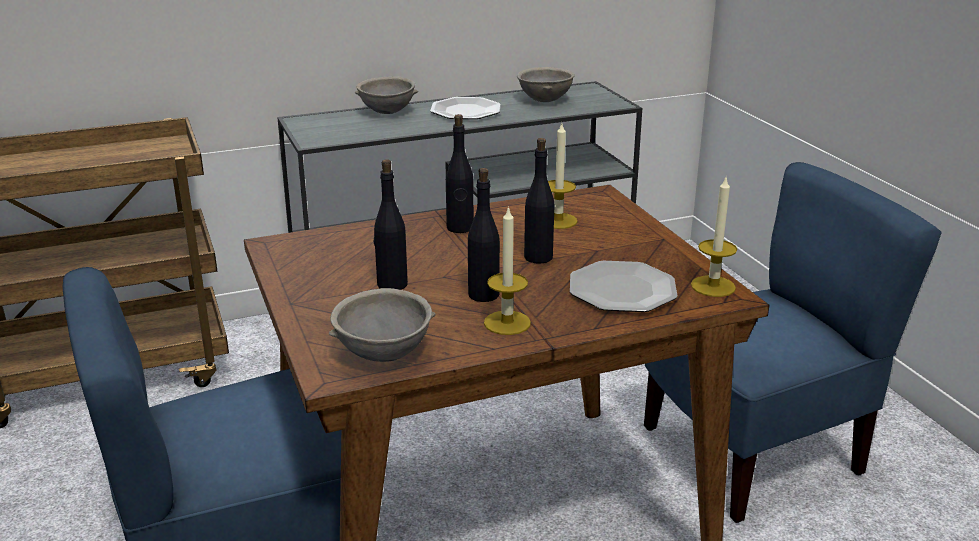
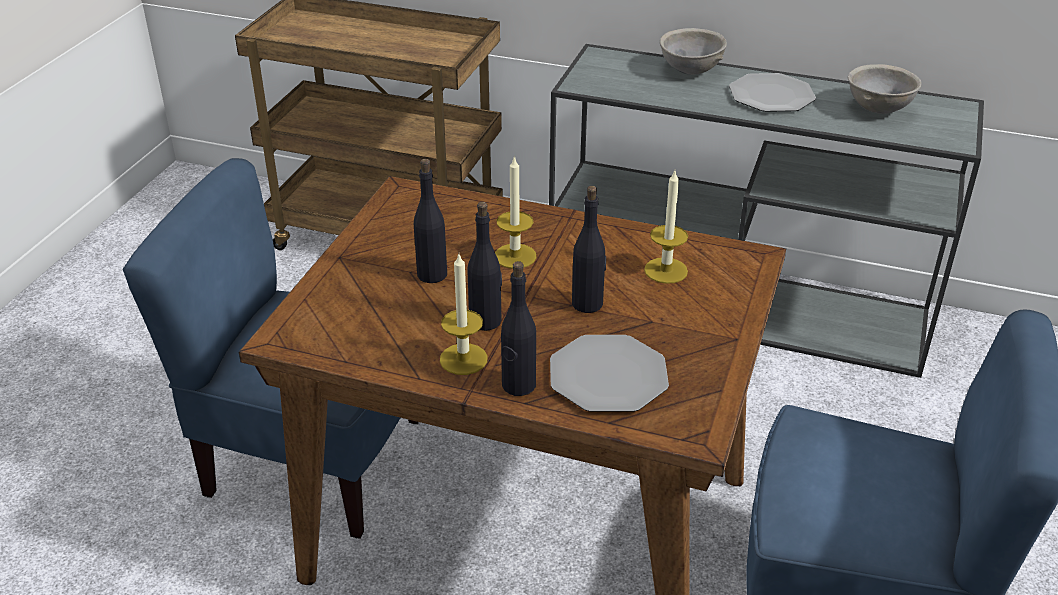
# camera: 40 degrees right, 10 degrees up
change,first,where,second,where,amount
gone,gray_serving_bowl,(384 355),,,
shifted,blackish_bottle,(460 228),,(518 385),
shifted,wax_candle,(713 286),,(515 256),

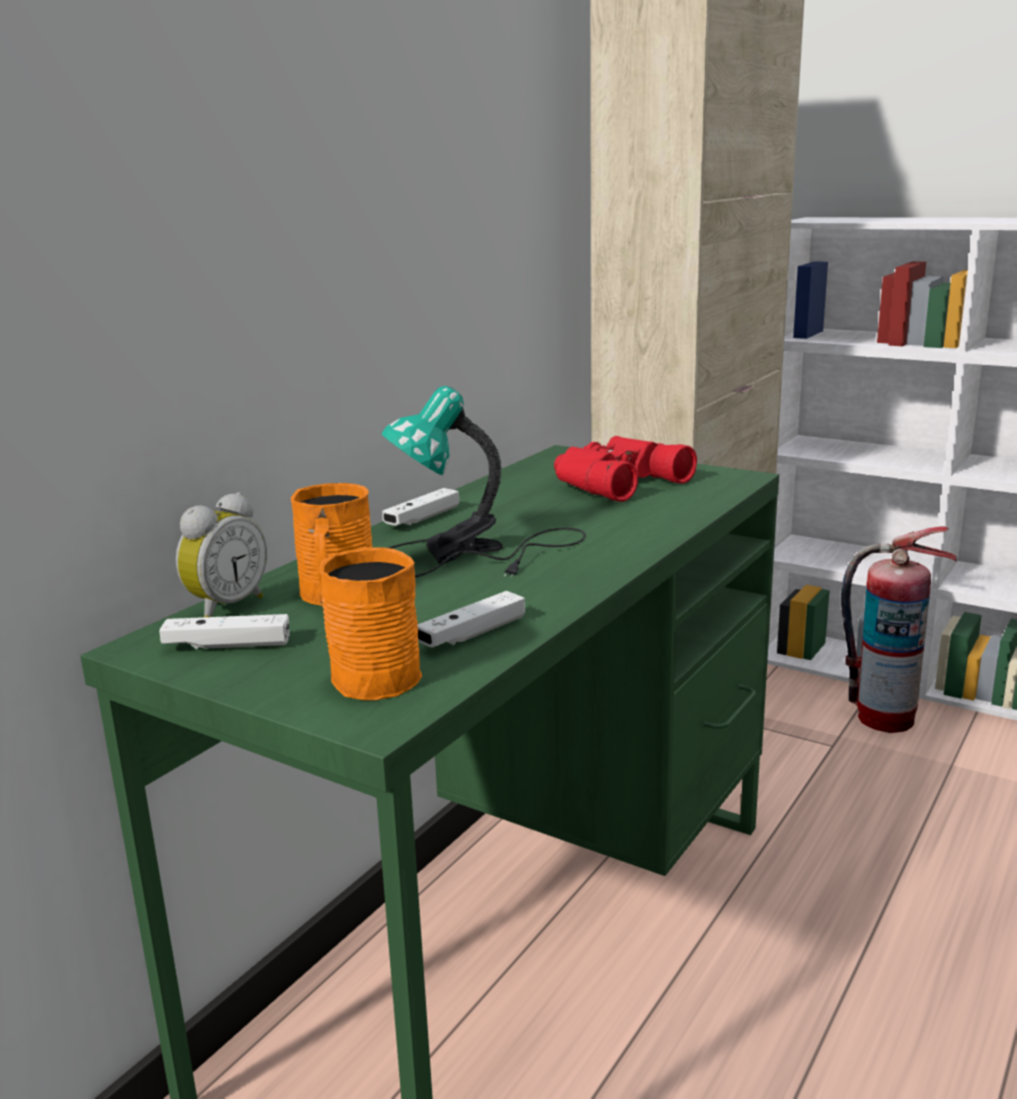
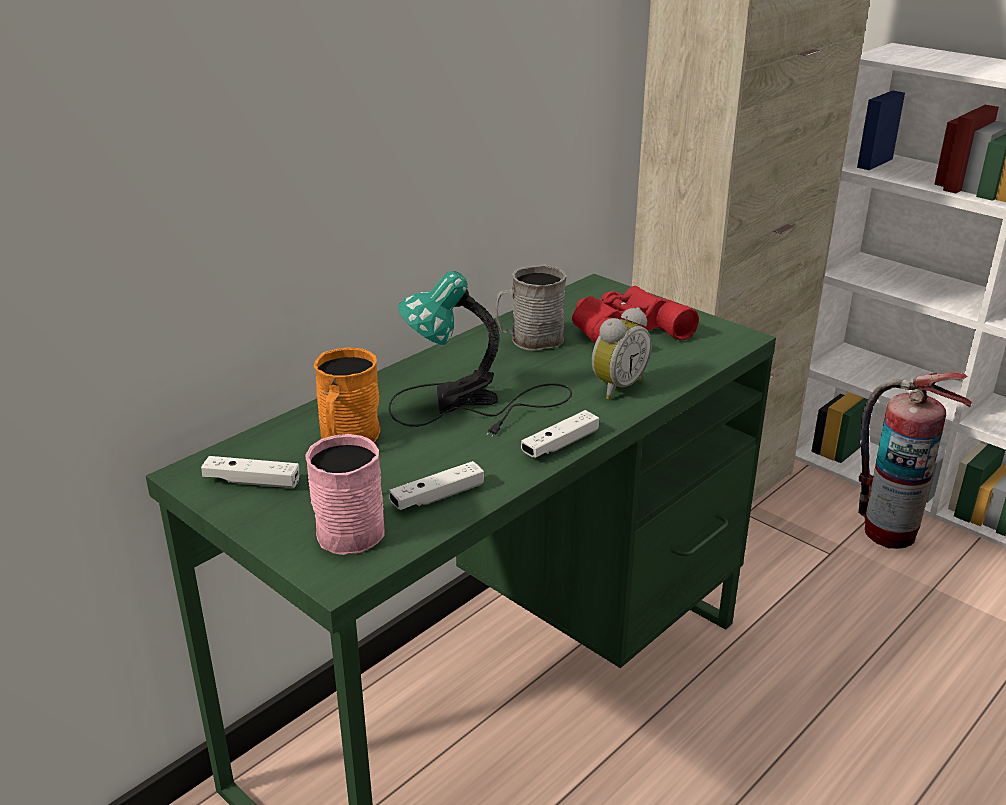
# camera: 10 degrees right, 10 degrees up
change,first,where,second,where,amount
new,,,gray_tea_mug,(529 340),
shifted,alarm_clock,(225 607),,(616 387),
shifted,whitish_game_controller,(422 518),,(560 444),
repainted,orange_tea_mug,(372 672),pink-coloured_tea_mug,(349 526),

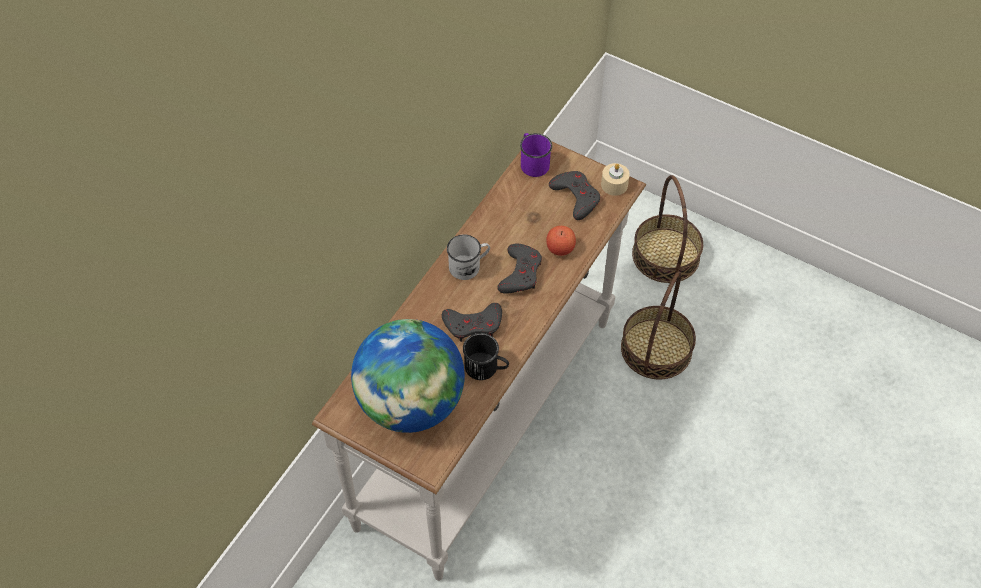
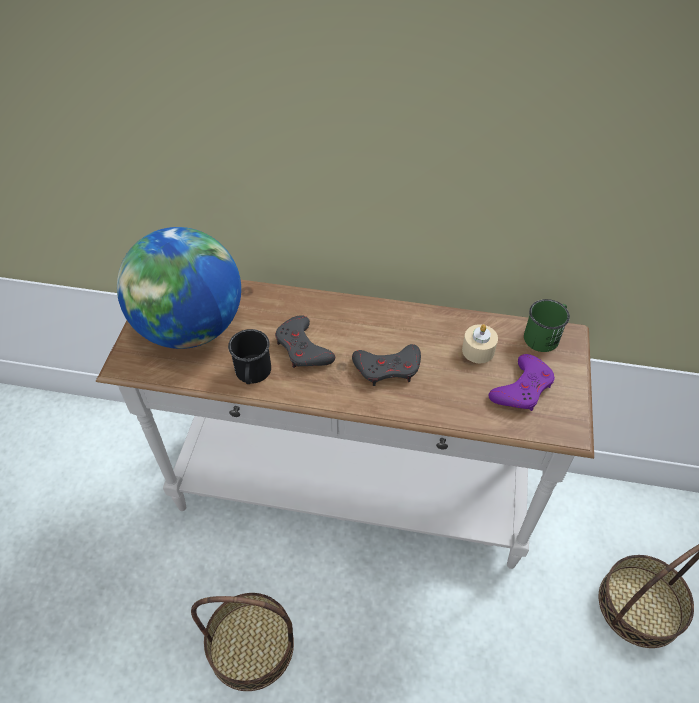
# camera: 70 degrees right, 5 degrees down
change,first,where,second,where,amount
gone,whitish_tea_mug,(469 266),,,
gone,whole_apple,(560 248),,,
shifted,sand-coloured_wax_candle,(614 185),,(478 350),
shifted,basket,(656 348),,(251 645),
repainted,purple_tea_mug,(533 162),green_tea_mug,(544 335),
repainted,gray_game_controller,(575 197),purple_game_controller,(522 388),

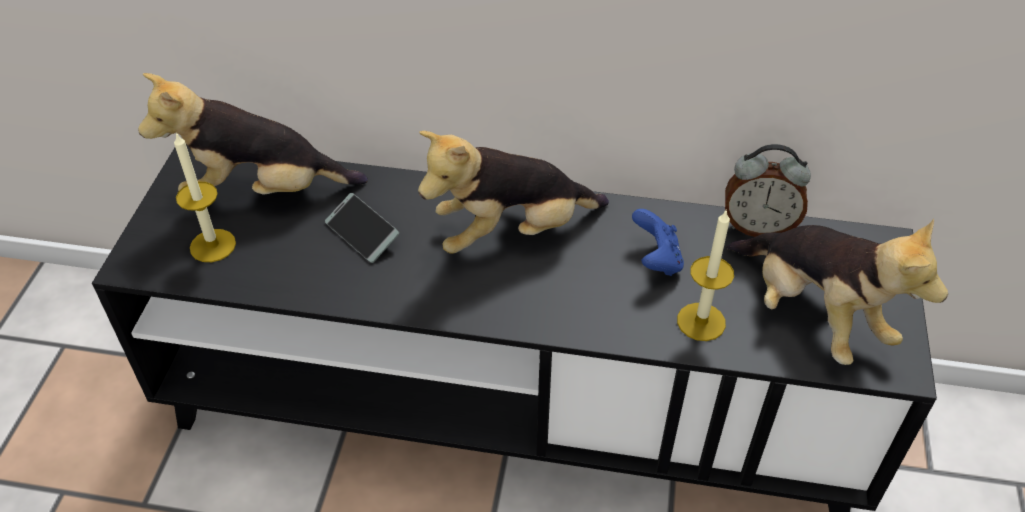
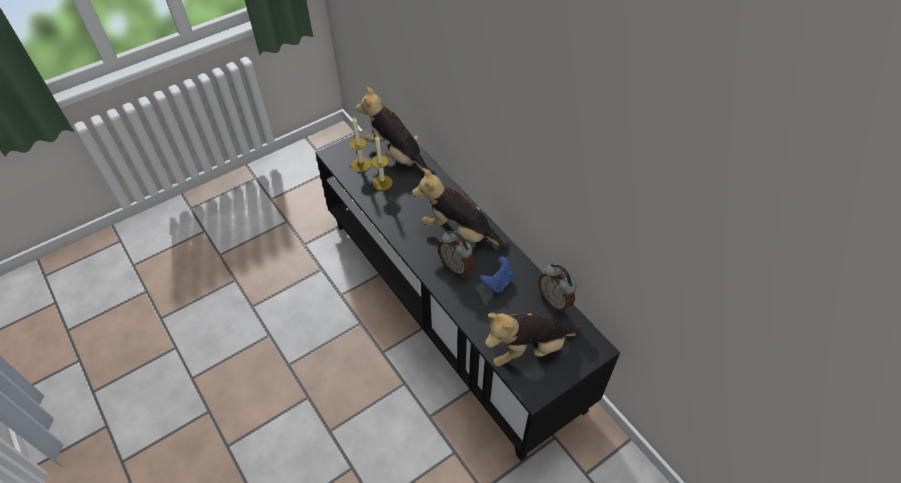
# camera: 45 degrees right, 5 degrees up
change,first,where,second,where,amount
gone,telephone,(362 233),,,
new,,,alarm_clock,(456 267),
shifted,wax_candle,(701 321),,(382 183),
rotated,cuddly_toy,(812 315),,(528 348),60 degrees clockwise

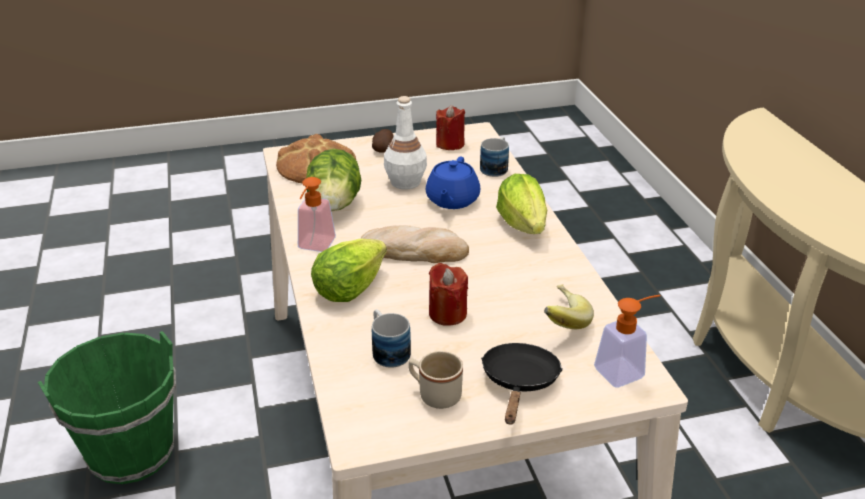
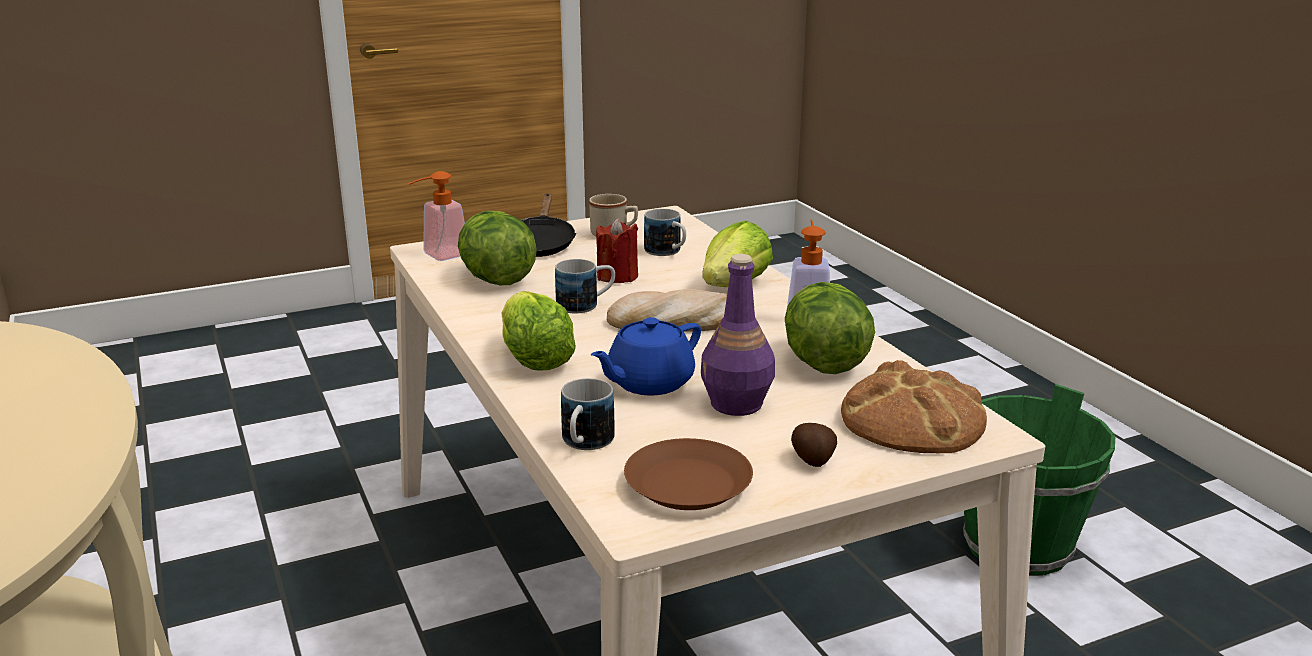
# camera: 170 degrees right, 10 degrees down
change,first,where,second,where,amount
new,,,tea_mug,(586 304),
swapped,red_wax_candle,(450 144),brown-coloured_plate,(687 485),
swapped,banana,(560 321),head_of_lettuce,(496 279),
repainted,whitish_bottle,(405 182),purple_bottle,(737 404),
rotated,blue_tea_pot,(452 200),,(648 383),135 degrees counterclockwise

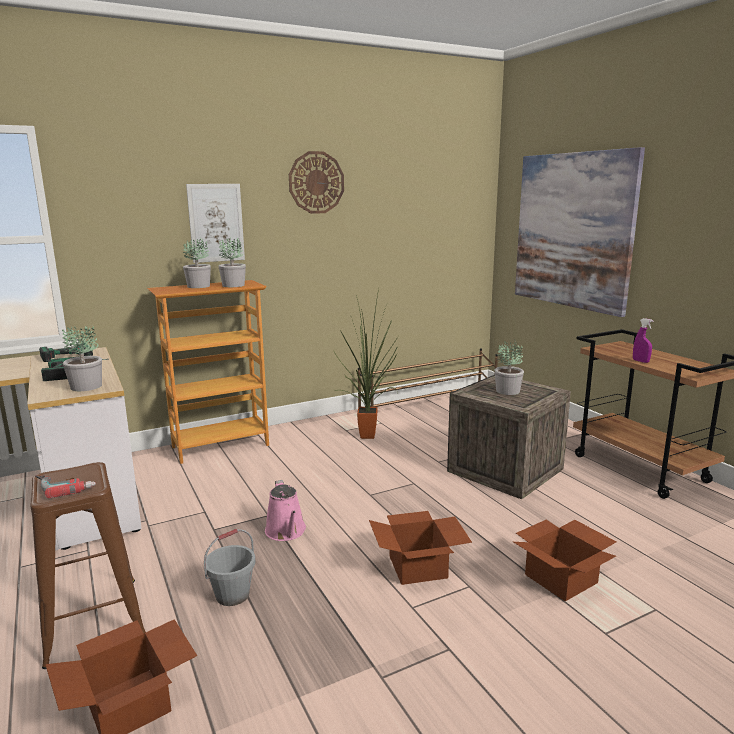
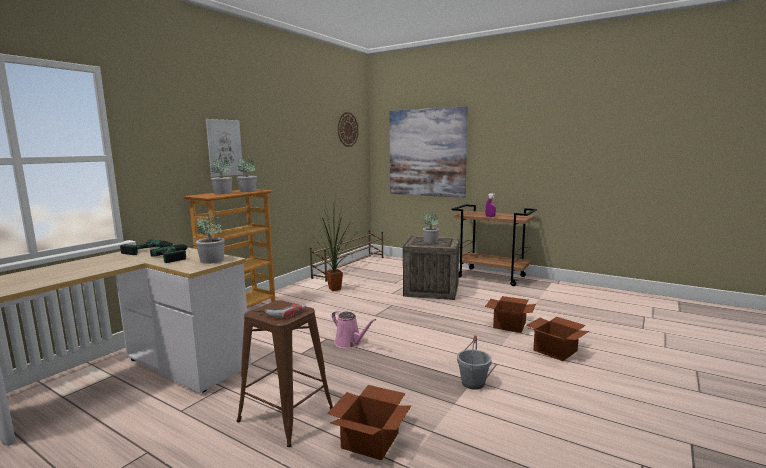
# camera: 30 degrees left, 5 degrees down
change,first,where,second,where,amount
shifted,gray_bucket,(232 595),,(473 383),
shifted,hanging_clock,(316 182),,(347 129),
shifted,cardboard_box,(419 567),,(556 350),

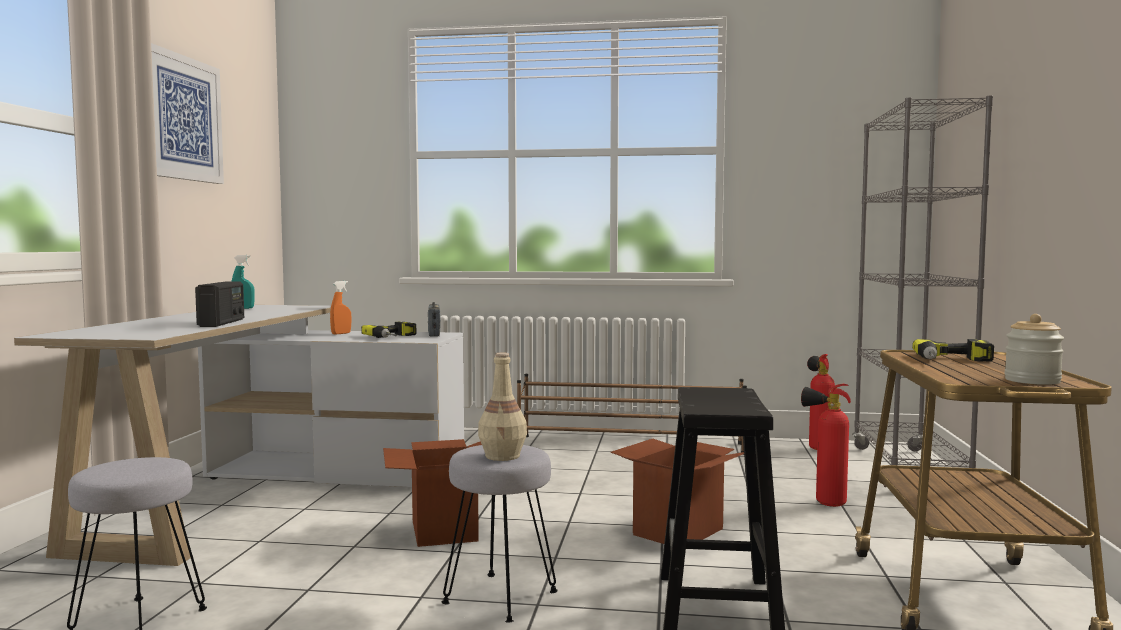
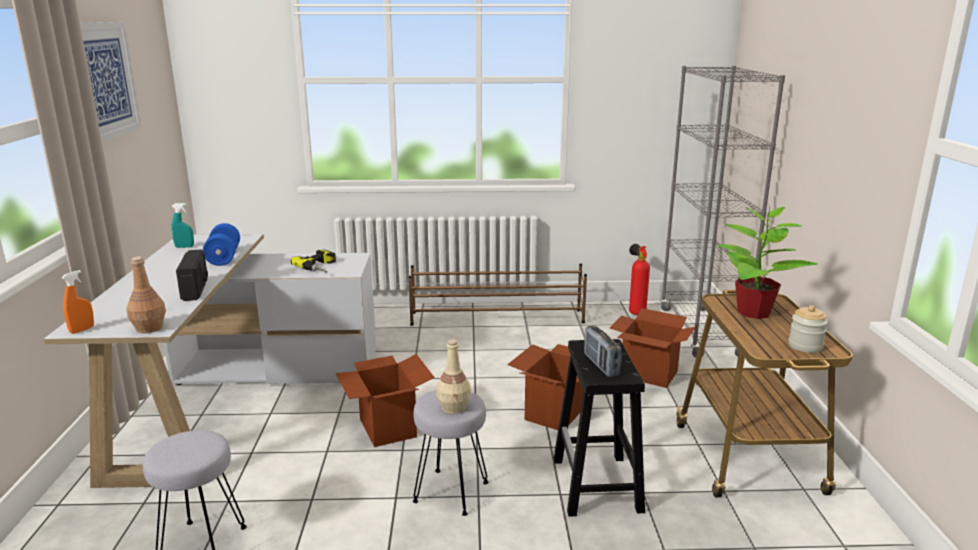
# camera: 10 degrees left, 15 degrees up
change,first,where,second,where,amount
new,,,brown-coloured_bottle,(149 328),
new,,,blue_hand_weight,(223 257),
shifted,orange_hand_sprayer,(341 333),,(82 330),
shifted,radio_receiver,(434 334),,(601 365),
swapped,fire_extinguisher,(824 503),cardboard_box,(648 374),
swapped,power_drill,(954 361),potted_plant,(752 312),

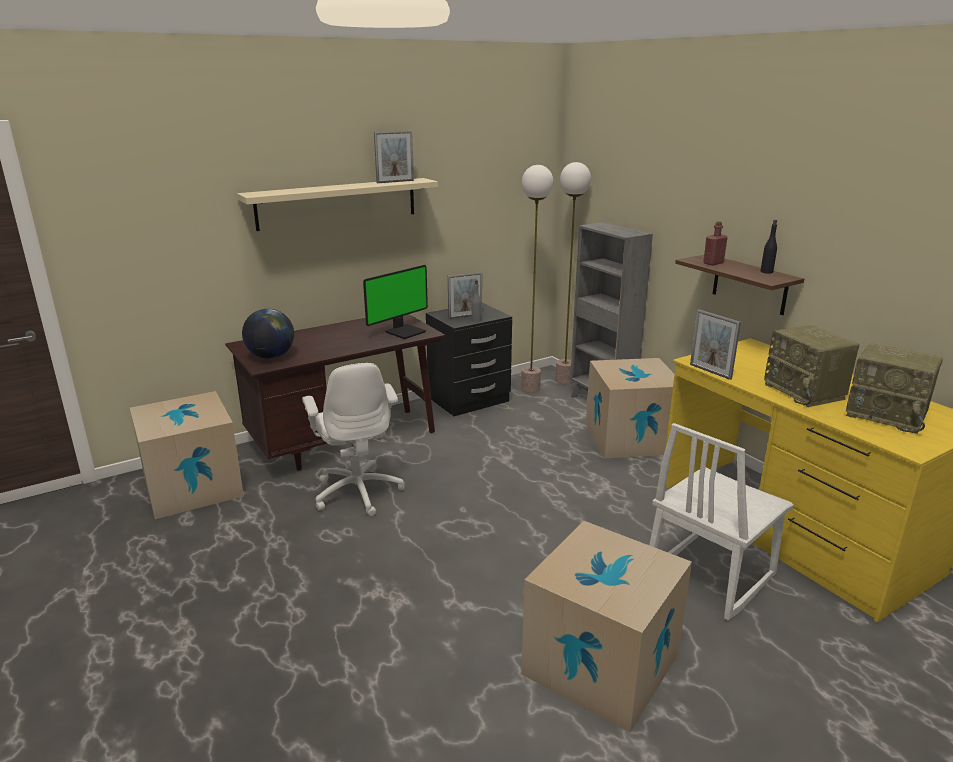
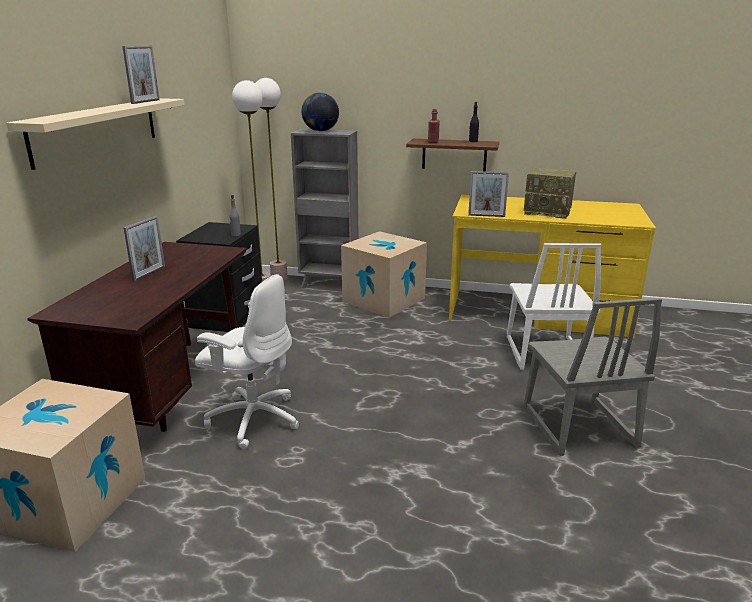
# camera: 45 degrees left, 0 degrees up
change,first,where,second,where,amount
gone,computer_display,(404 331),,,
gone,radio_receiver,(887 415),,,
shifted,globe,(271 356),,(320 131),
shifted,photo_frame,(465 316),,(149 273),
swapped,cardboard_box,(601 664),gray_upright_chair,(577 427),

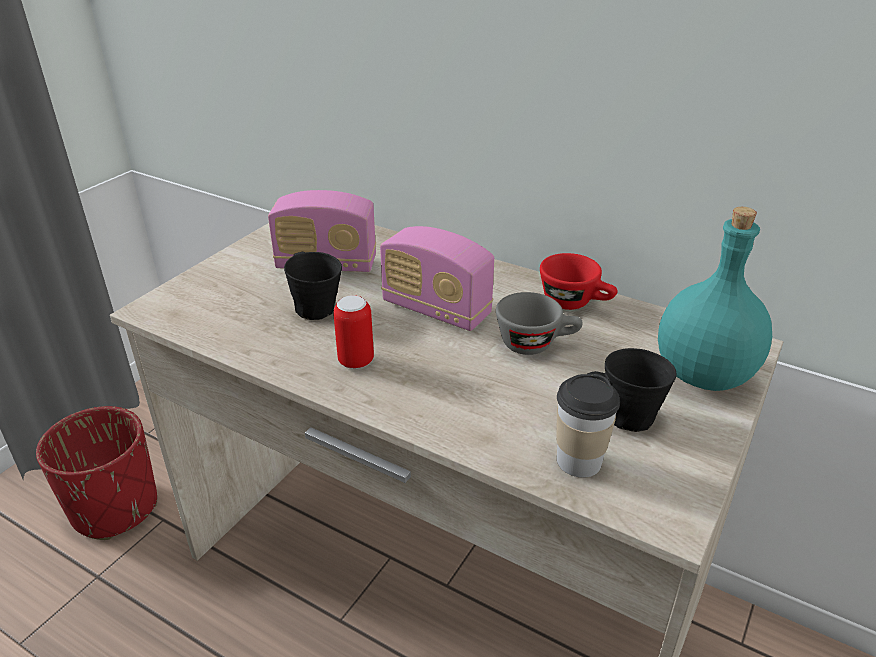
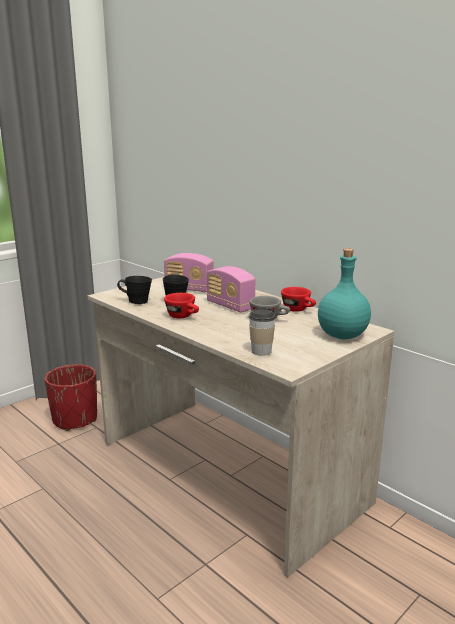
# camera: 15 degrees right, 15 degrees down
change,first,where,second,where,amount
shifted,blackish_tea_mug,(624 417),,(137 301),
swapped,can,(356 361),red_cup,(183 316),

